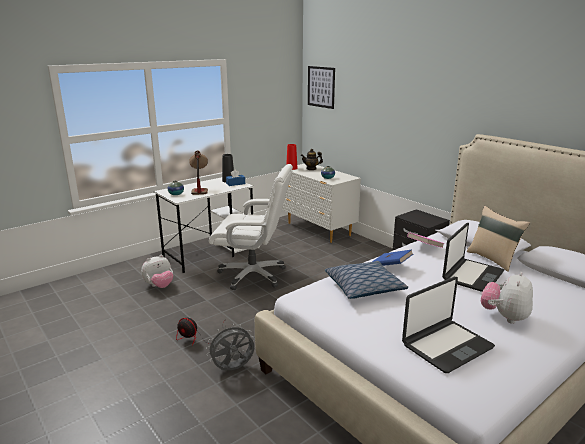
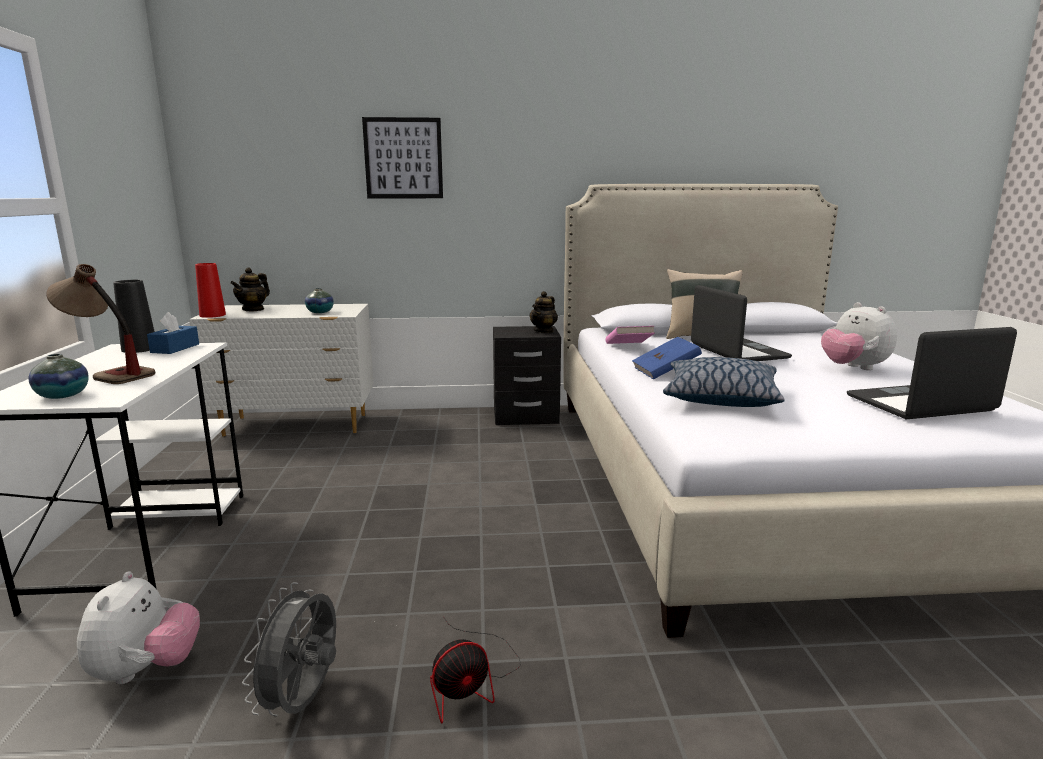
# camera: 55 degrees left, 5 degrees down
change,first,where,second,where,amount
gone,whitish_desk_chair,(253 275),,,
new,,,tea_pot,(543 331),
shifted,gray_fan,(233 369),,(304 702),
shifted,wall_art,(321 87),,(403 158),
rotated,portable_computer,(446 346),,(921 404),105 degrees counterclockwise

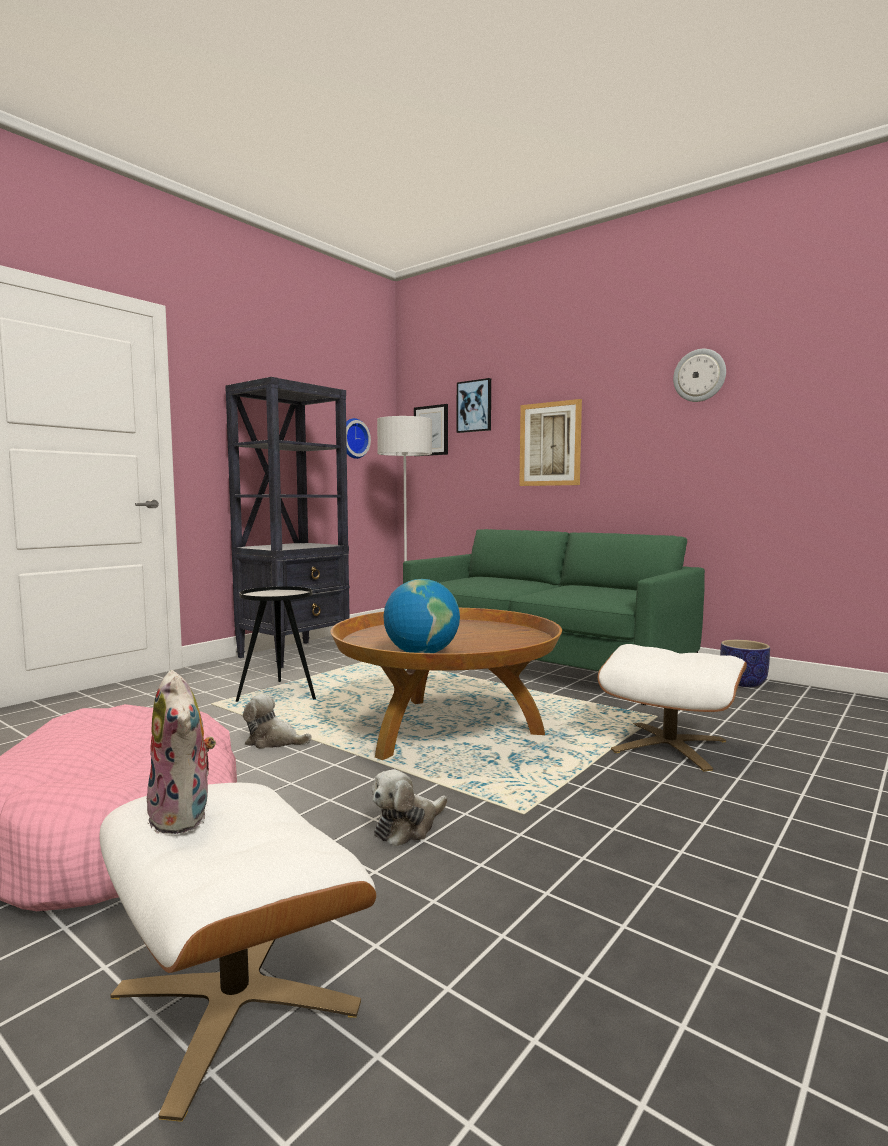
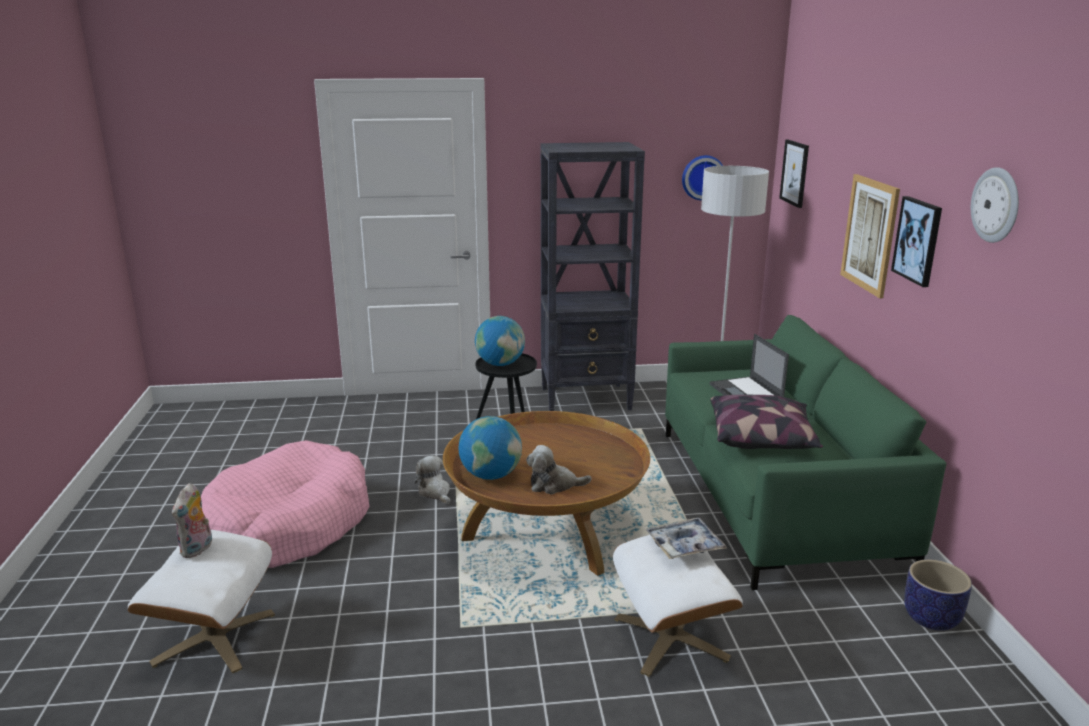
# camera: 45 degrees right, 15 degrees up
change,first,where,second,where,amount
new,,,globe,(500 364),
new,,,carrying_tray,(684 545),
new,,,portable_computer,(746 393),
new,,,pillow,(762 438),
shifted,cuddly_toy,(408 827),,(554 485),
shifted,wall_art,(474 406),,(918 240),

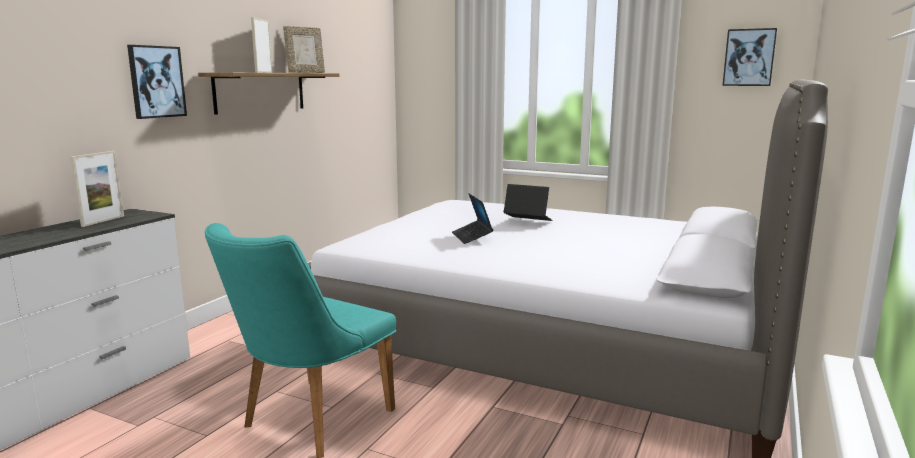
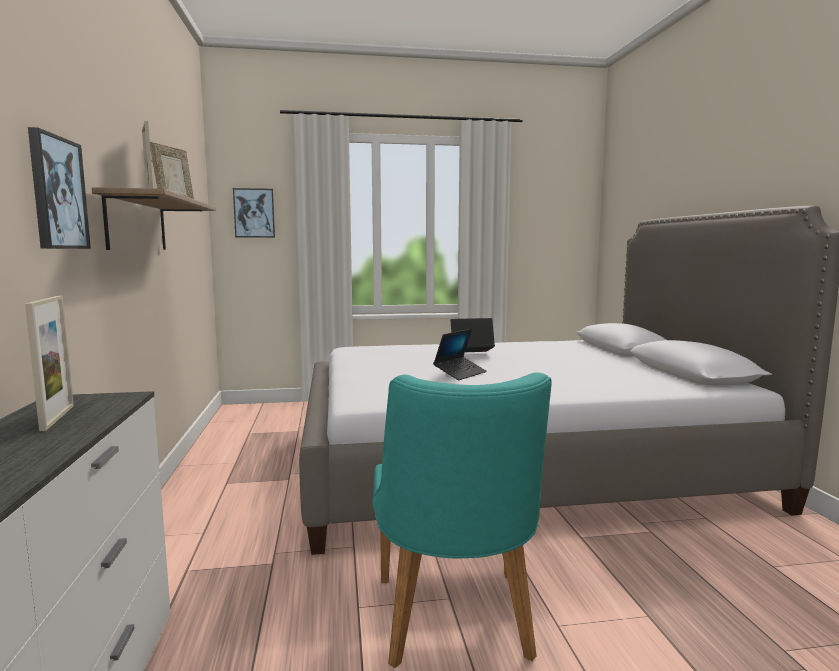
# camera: 35 degrees left, 5 degrees down
change,first,where,second,where,amount
shifted,wall_art,(749 57),,(254 213),
rotated,portable_computer,(472 237),,(460 373),90 degrees counterclockwise

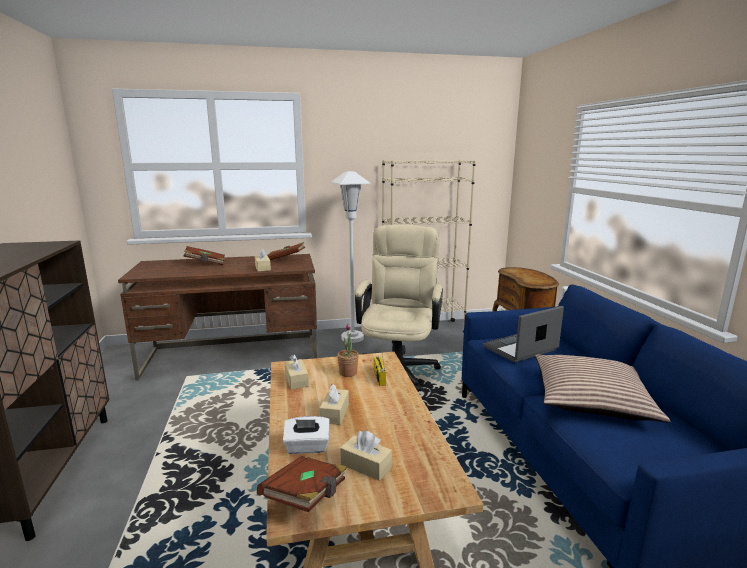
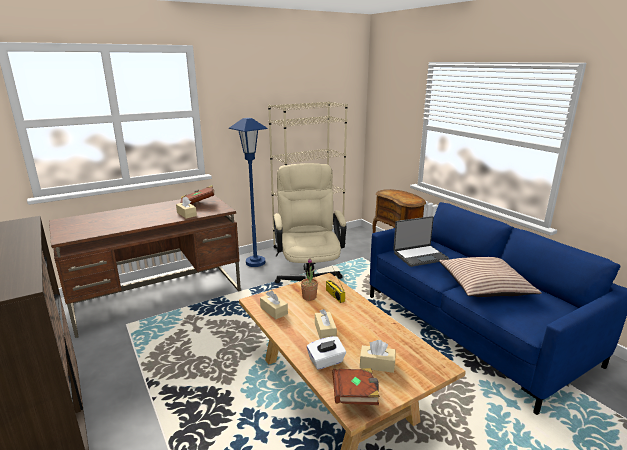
# camera: 20 degrees left, 5 degrees up
change,first,where,second,where,amount
gone,brown-coloured_bound_book,(205 263),,,
repainted,whitish_standard_lamp,(352 338),blue_standard_lamp,(255 262),
rotated,portable_computer,(521 349),,(419 256),150 degrees counterclockwise

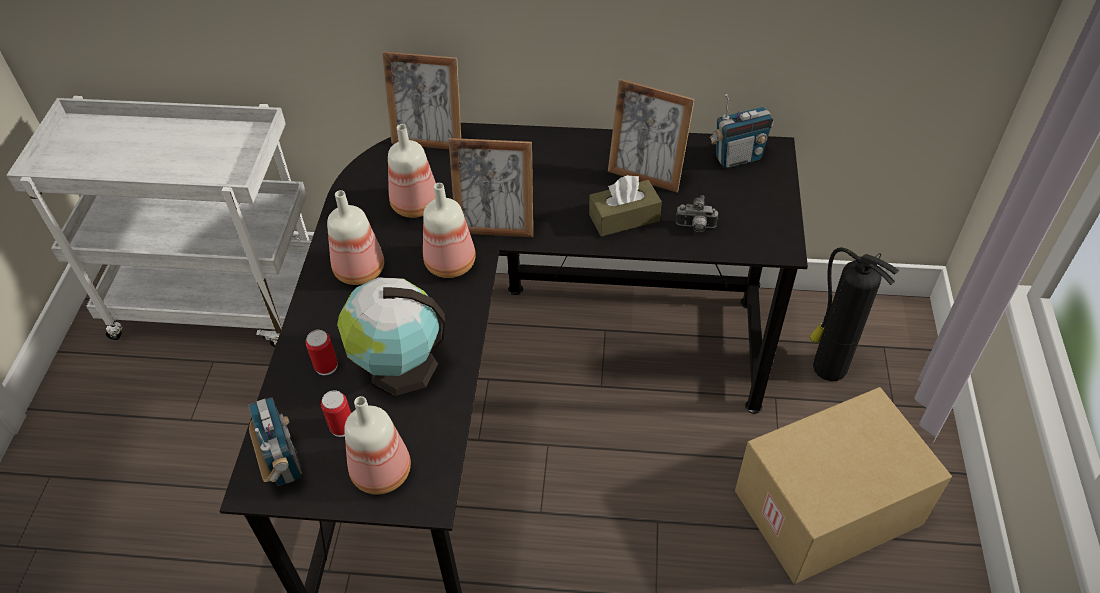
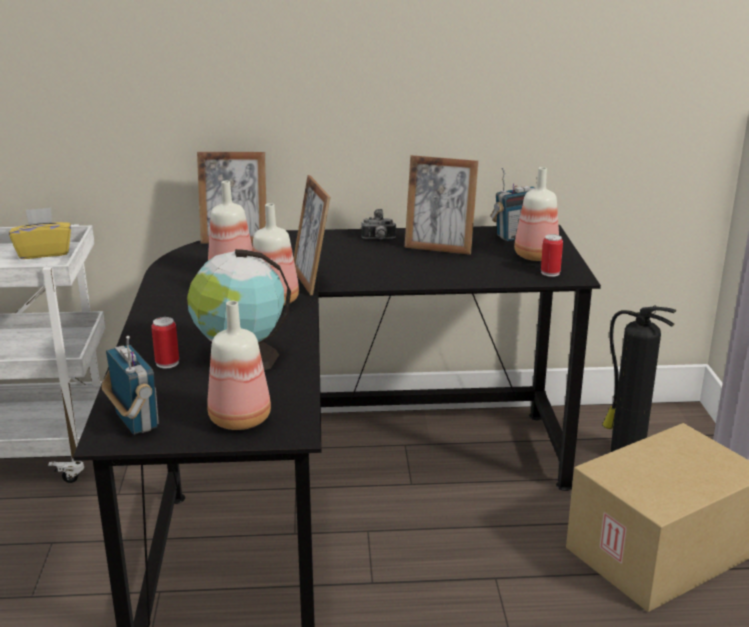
# camera: 10 degrees left, 25 degrees down
change,first,where,second,where,amount
gone,brown-coloured_tissue_box,(624 217),,,
new,,,yellow-coloured_tissue_box,(44 252),
shifted,can,(342 426),,(550 273),
shifted,bottle,(359 269),,(534 255),
shifted,still_camera,(695 227),,(378 239),
rotated,photo_frame,(495 227),,(311 280),75 degrees clockwise

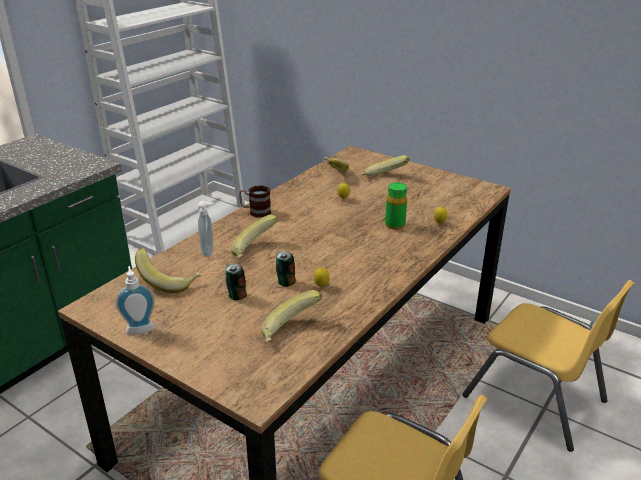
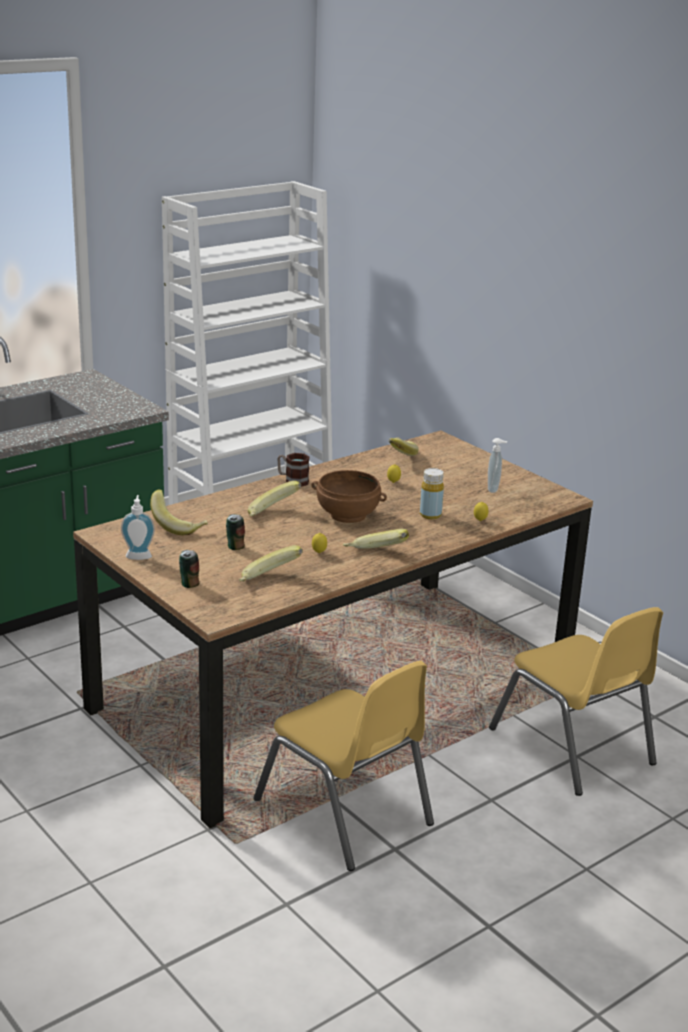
# camera: 15 degrees right, 5 degrees down
change,first,where,second,where,amount
new,,,brown-coloured_serving_bowl,(348 515),
shifted,soap_bottle,(209 252),,(494 489),
shifted,can,(285 282),,(189 584),
shifted,banana,(383 178),,(375 555),
repainted,green_bottle,(395 225),yellow-coloured_bottle,(430 515),

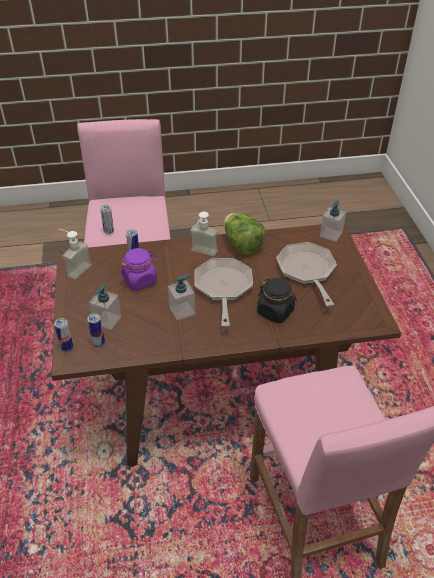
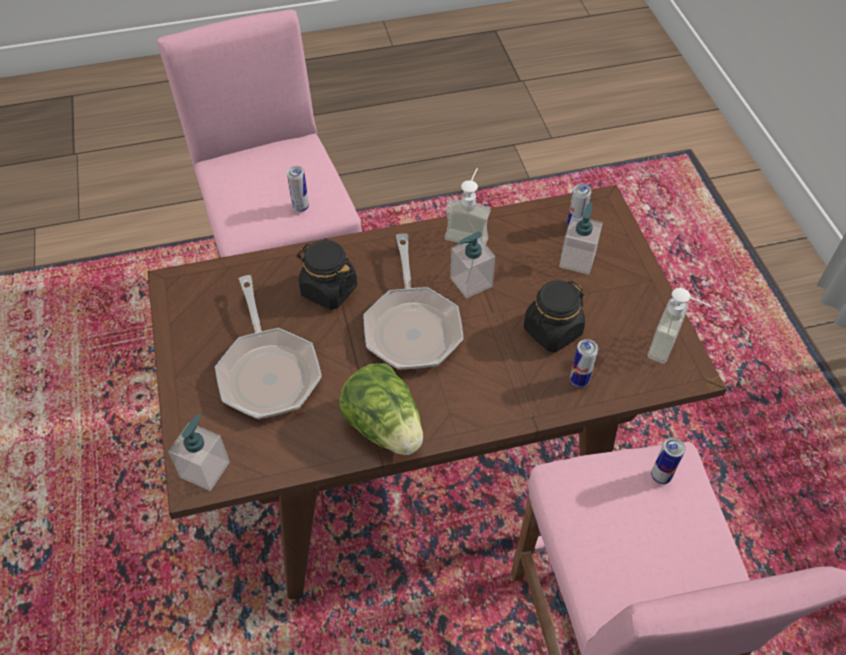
# camera: 175 degrees right, 10 degrees up
change,first,where,second,where,amount
shifted,can,(67 348),,(300 207),
shifted,soap_bottle,(202 254),,(468 232),
repainted,purple_preserve_jar,(140 281),blackish_preserve_jar,(552 331),

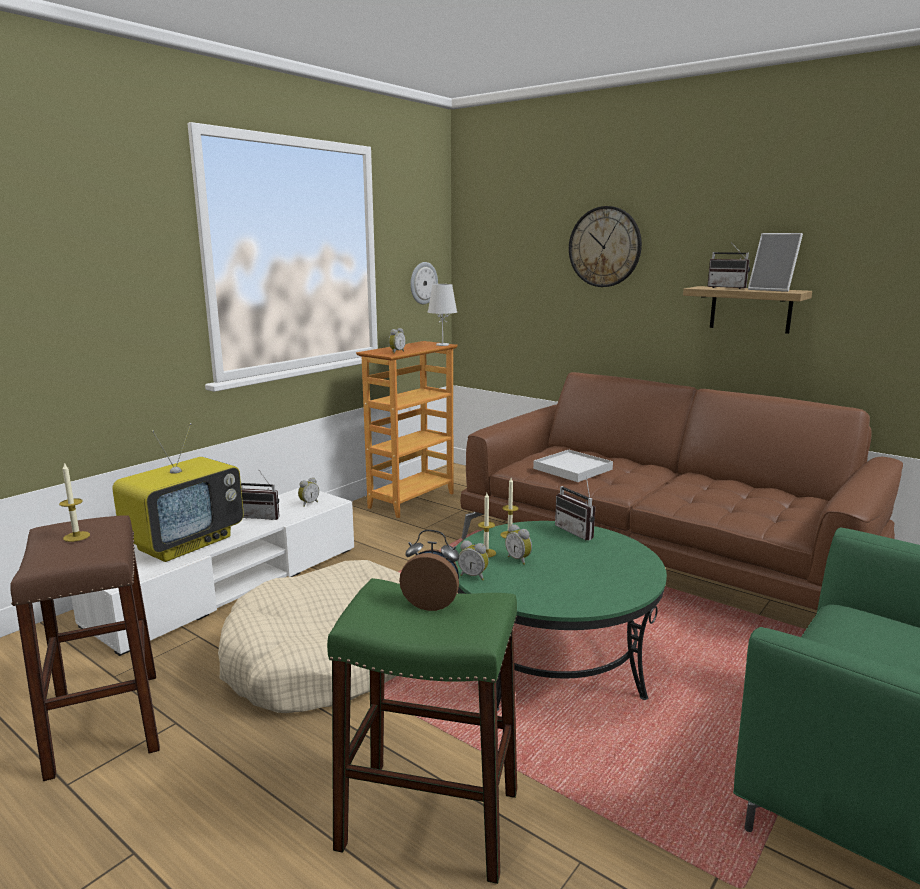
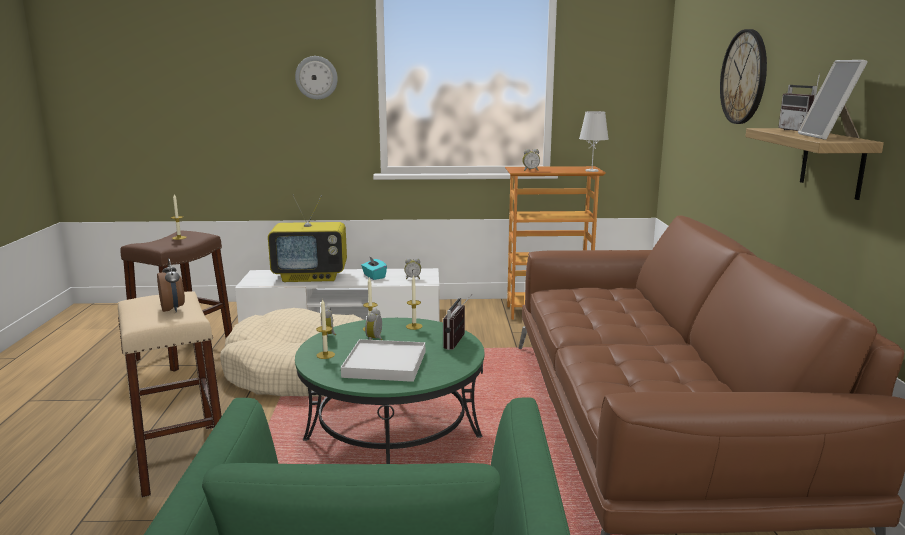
# camera: 50 degrees right, 0 degrees up
change,first,where,second,where,amount
new,,,wax_candle,(325 355),
shifted,hanging_clock,(423 283),,(316 77),
shifted,whitish_carrying_tray,(572 469),,(385 364),
swapped,radio_receiver,(262 516),turquoise_tissue_box,(374 276),
repainted,green_stool,(429 818),sand-coloured_stool,(180 458),

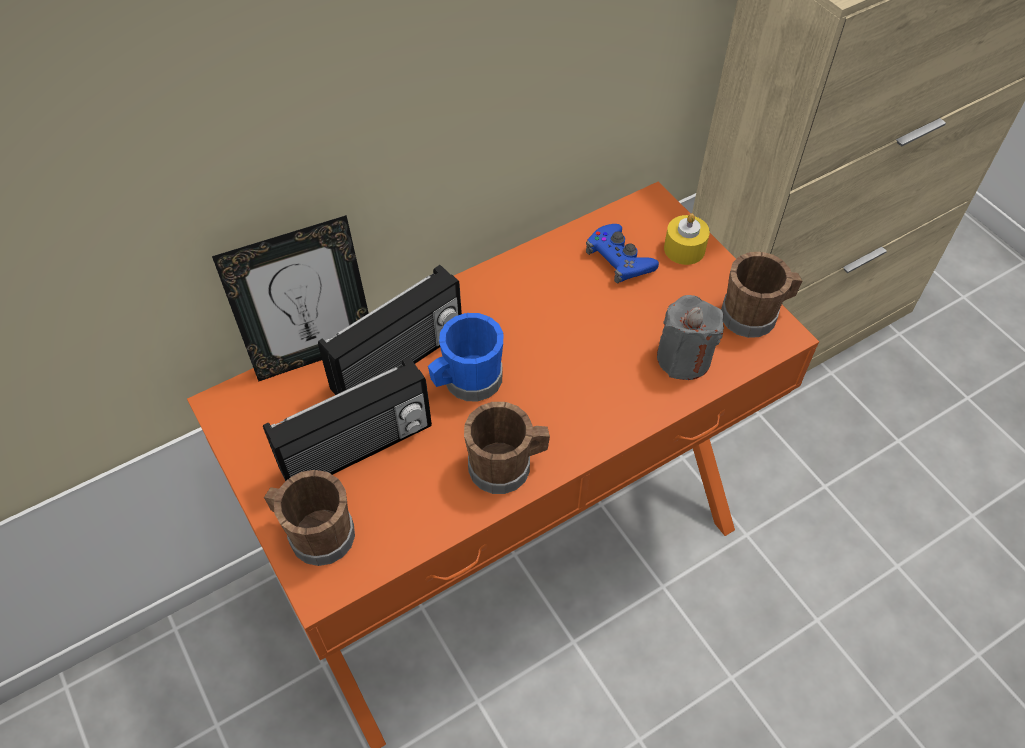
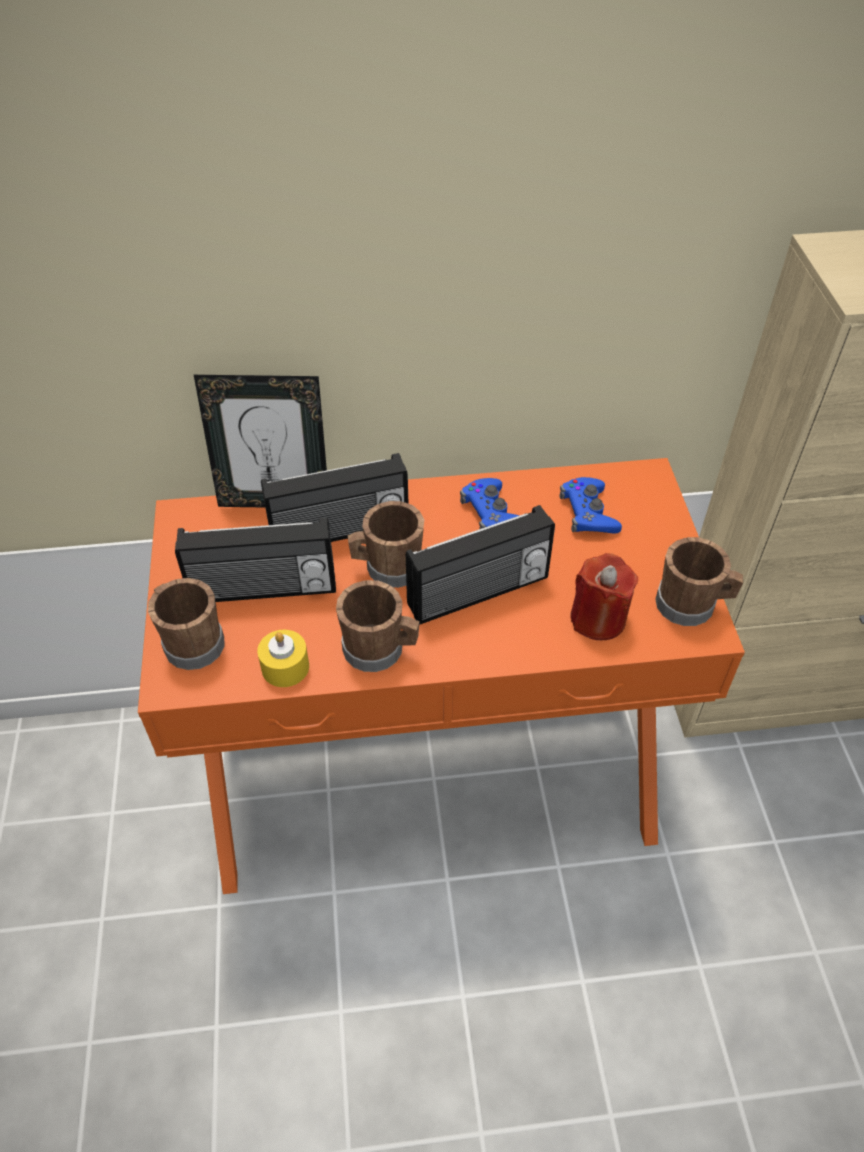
# camera: 25 degrees right, 5 degrees down
change,first,where,second,where,amount
new,,,radio_receiver,(479 593),
new,,,blue_game_controller,(492 513),
shifted,yellow-coloured_wax_candle,(684 249),,(285 667),
repainted,blue_tea_mug,(467 381),brown-coloured_tea_mug,(388 567),
repainted,gray_wax_candle,(684 358),red_wax_candle,(598 618),

